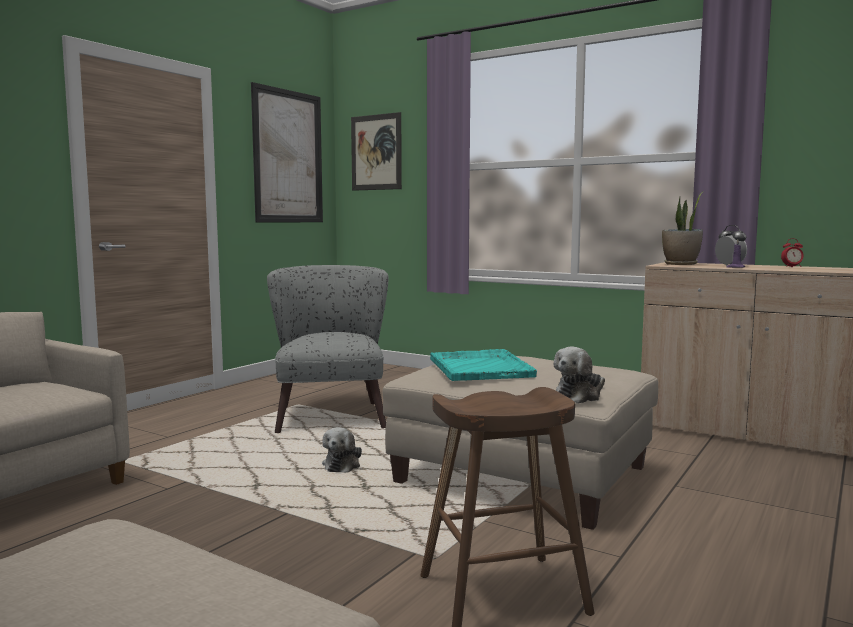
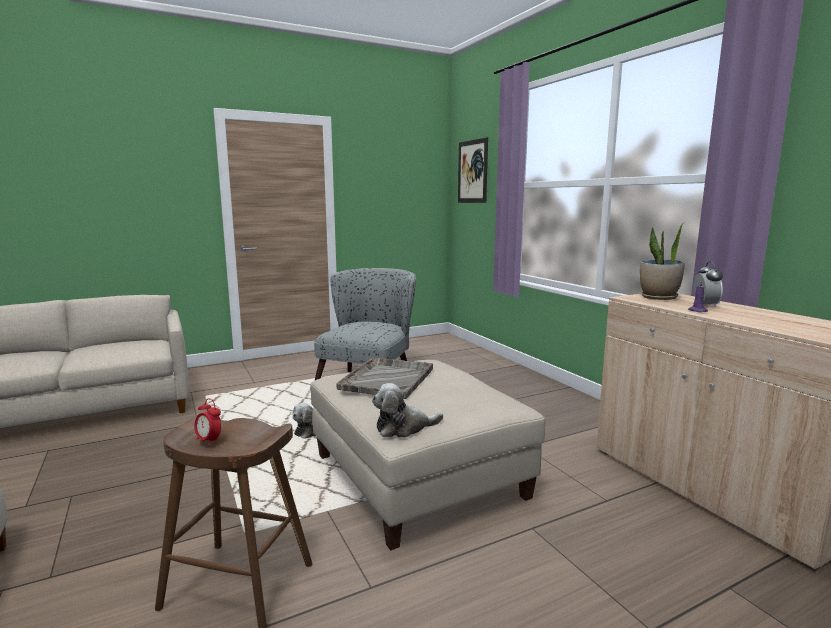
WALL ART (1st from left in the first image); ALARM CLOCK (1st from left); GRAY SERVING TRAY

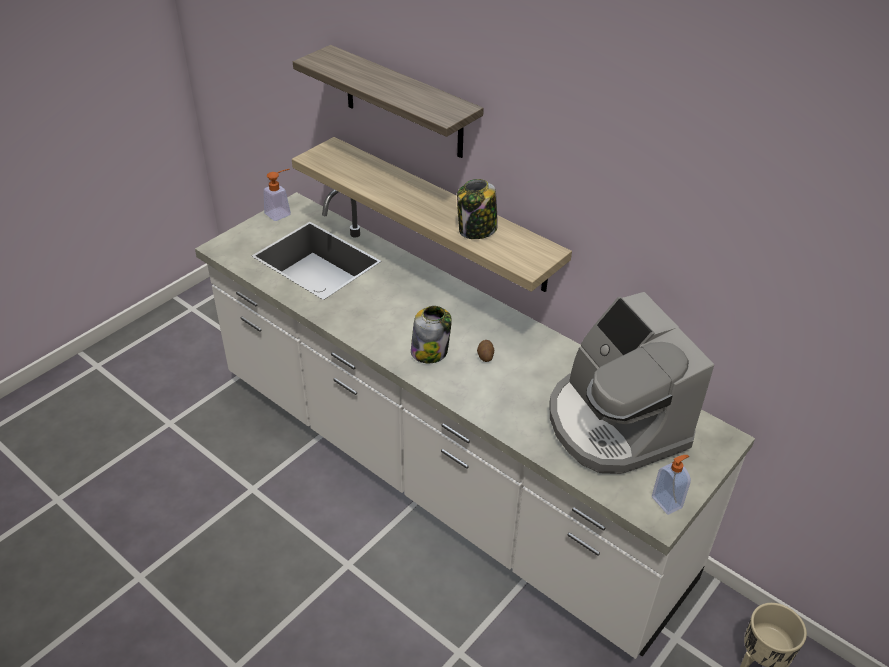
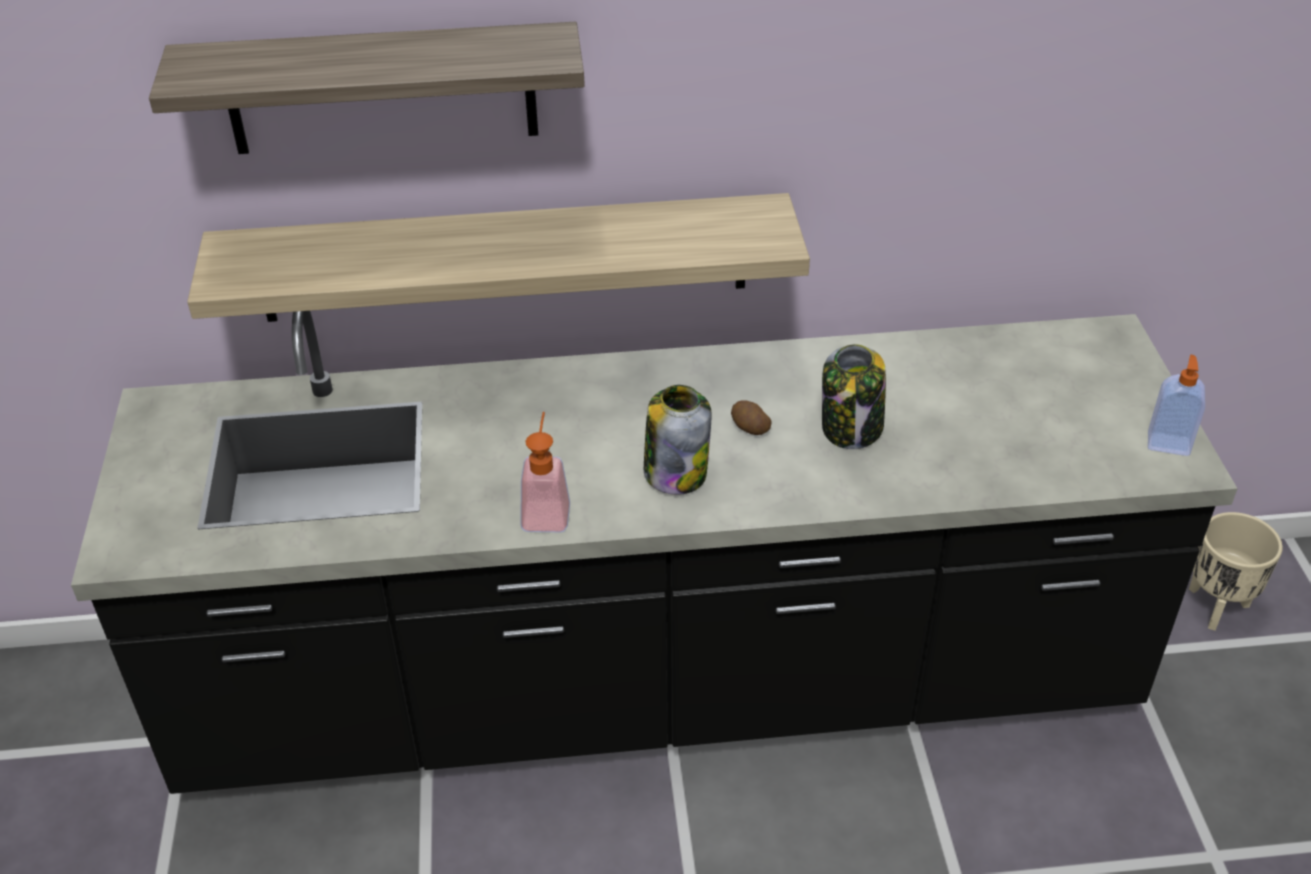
COFFEE MACHINE; SOAP DISPENSER (1st from left); JAR (2nd from left); BLACK KITCHEN BASE UNIT

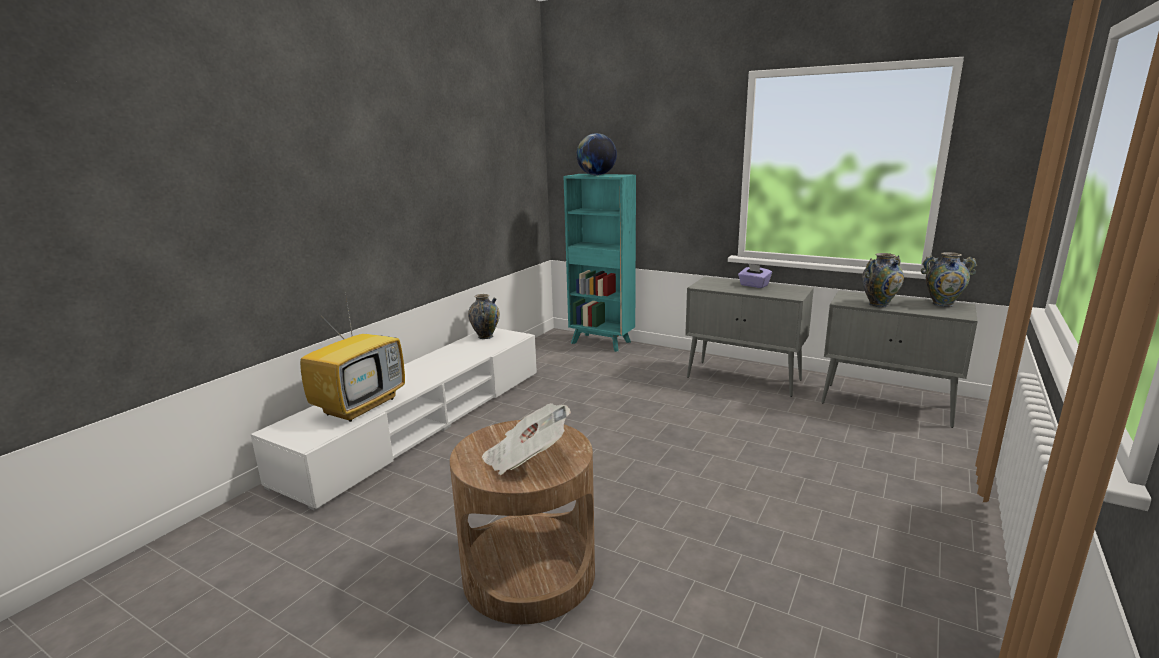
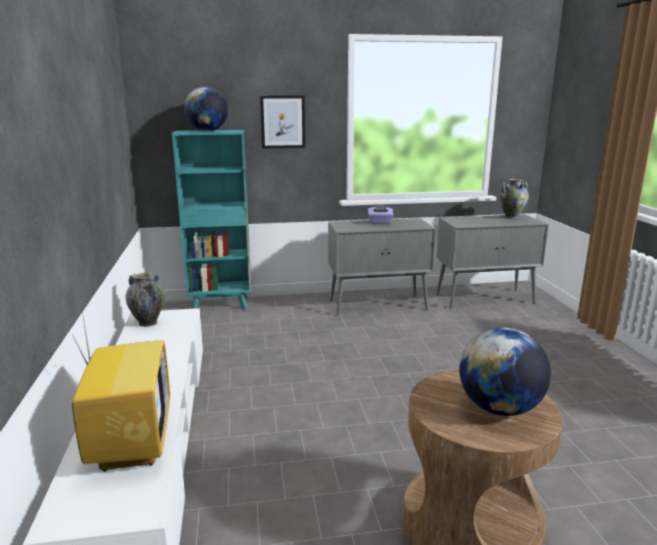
VASE (2nd from left in the first image); WALL ART; WORLD GLOBE (2nd from left)

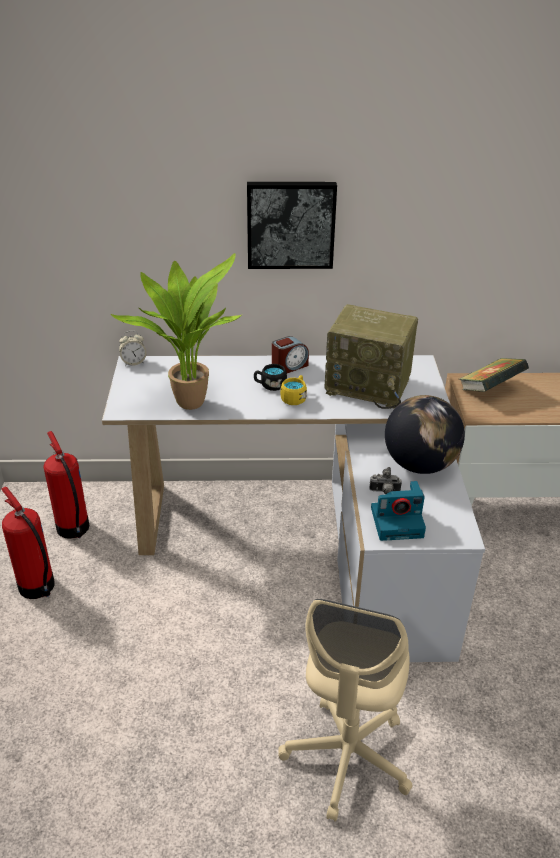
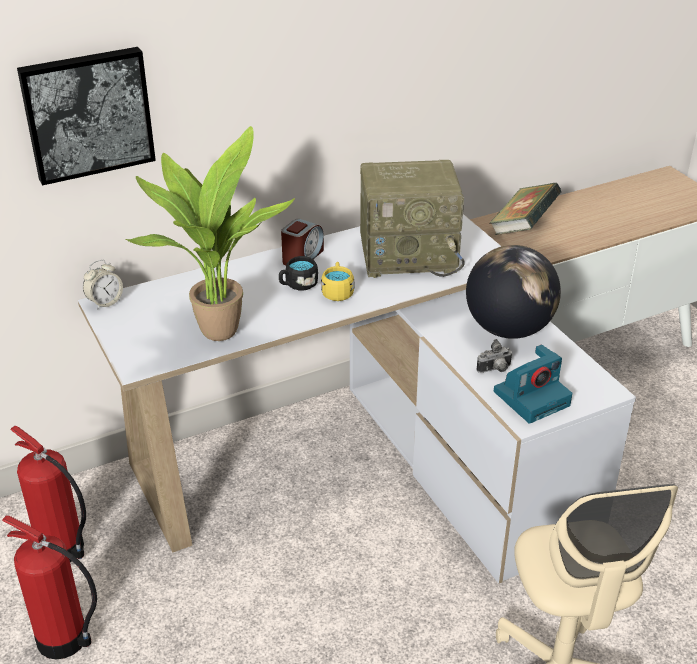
WALL ART

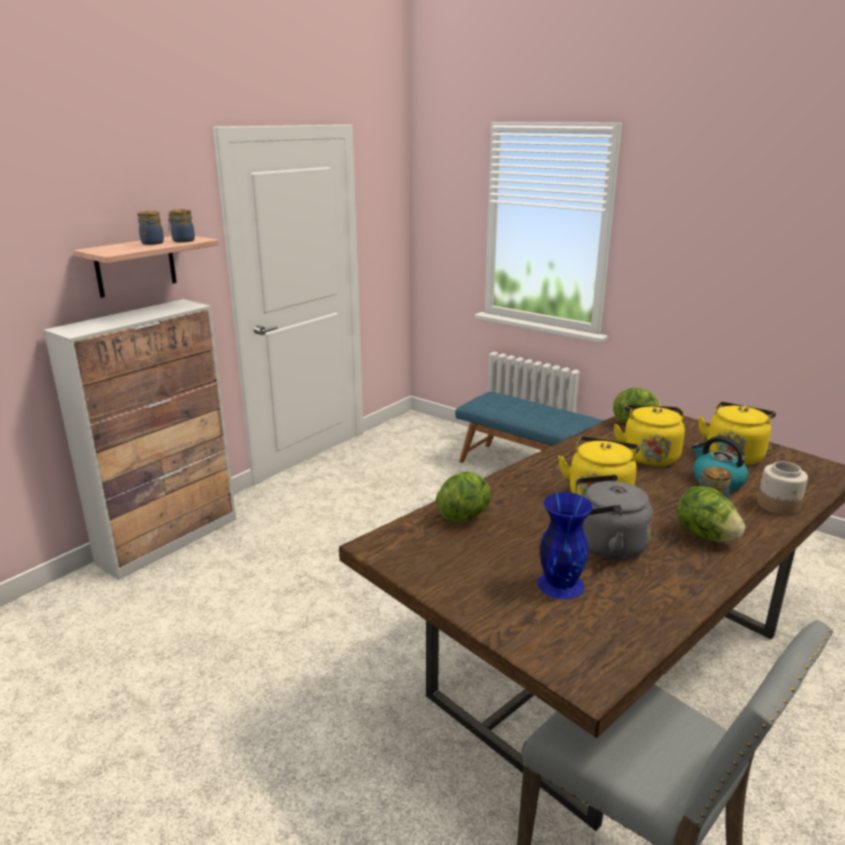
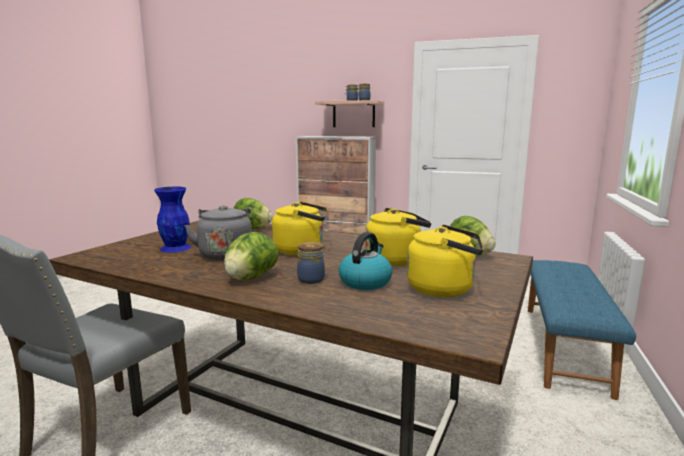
JAR (4th from left in the first image)

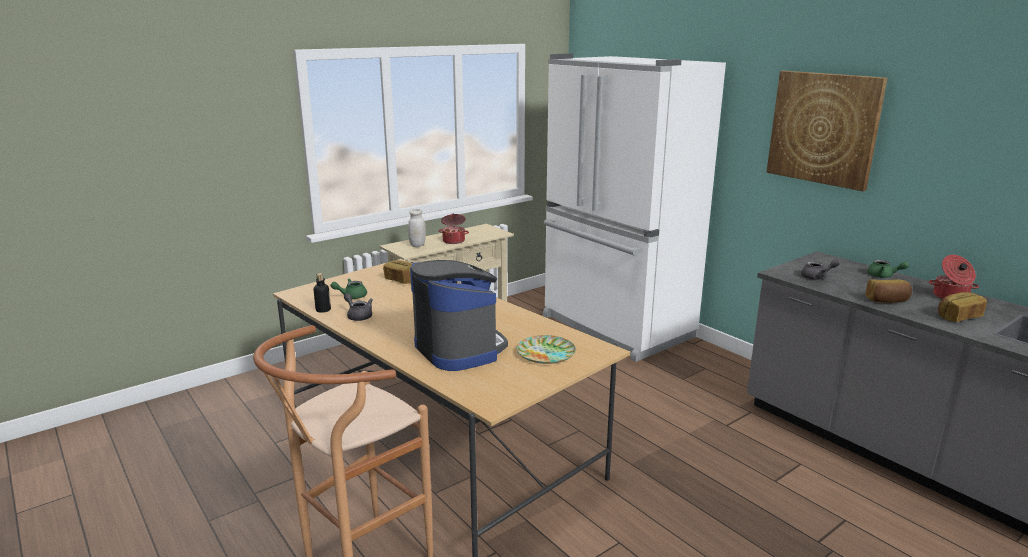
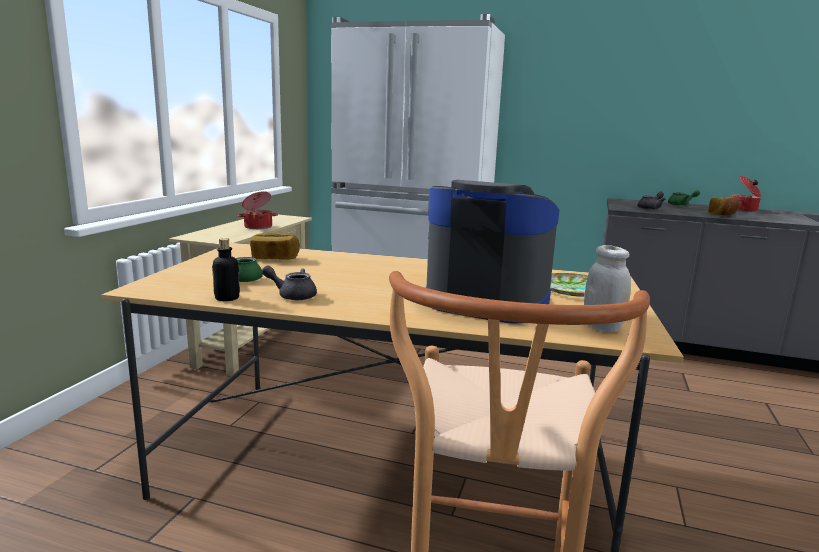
WALL ART; BREAD (3rd from left in the first image); WHITISH JAR

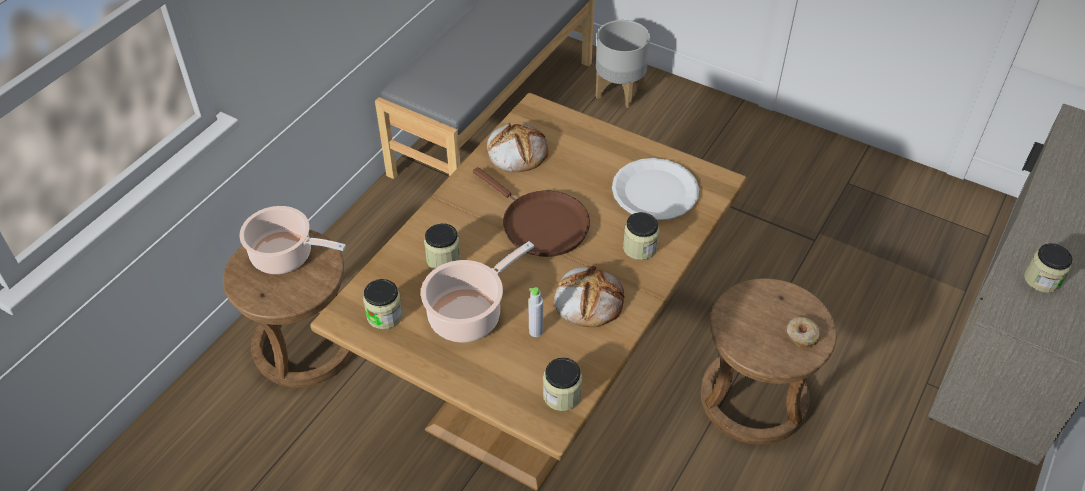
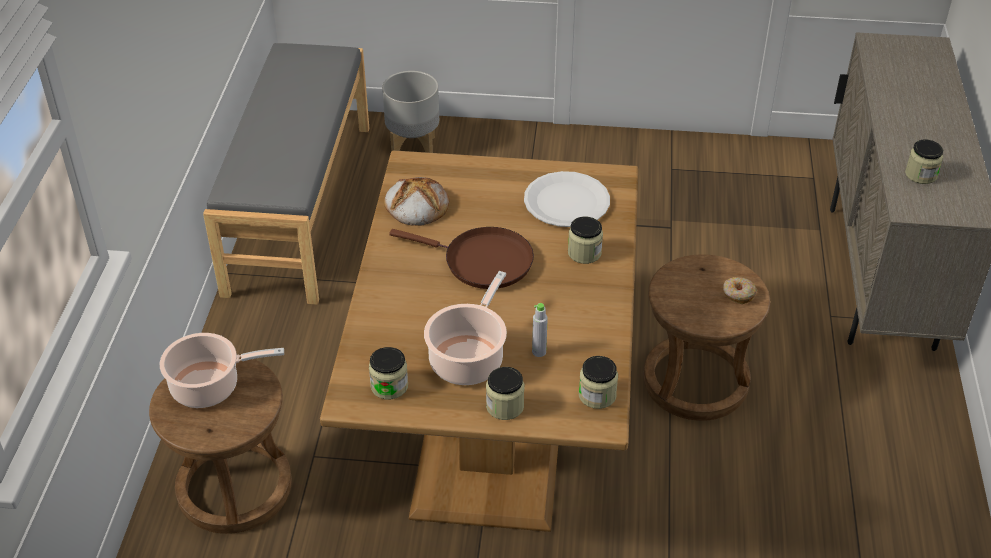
BREAD (2nd from left in the first image); JAR (2nd from left)

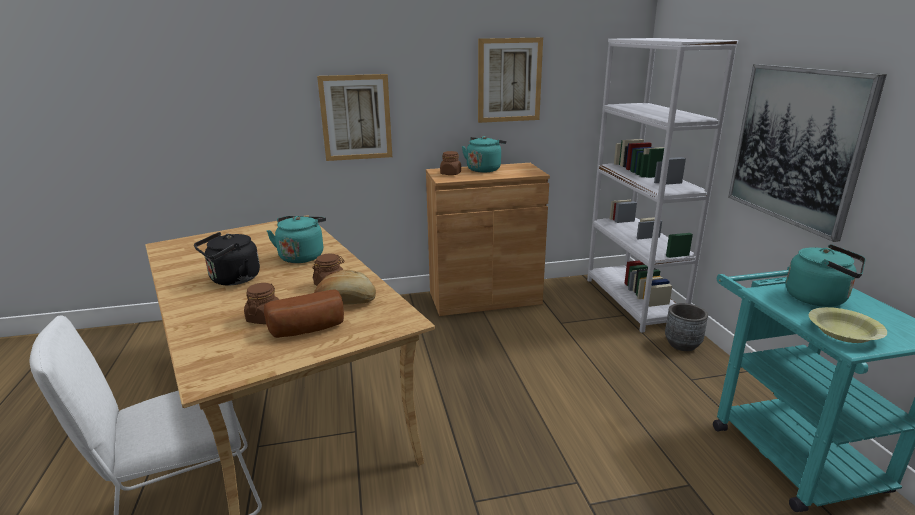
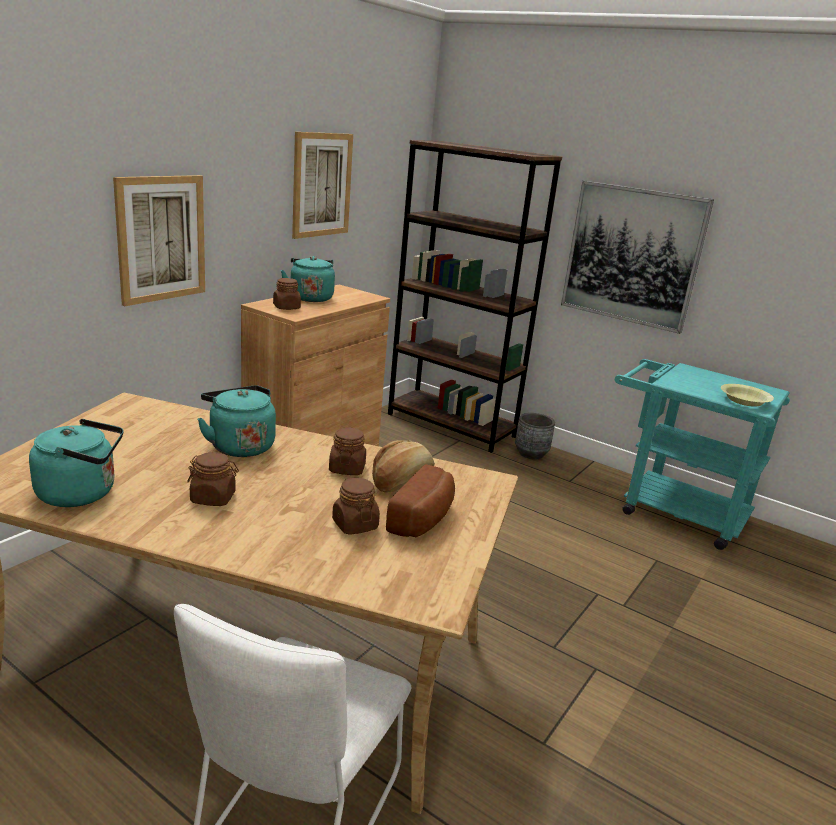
TURQUOISE-COLOURED TEA KETTLE (1st from left); BROWN JAR (1st from left); BROWN BOOKCASE

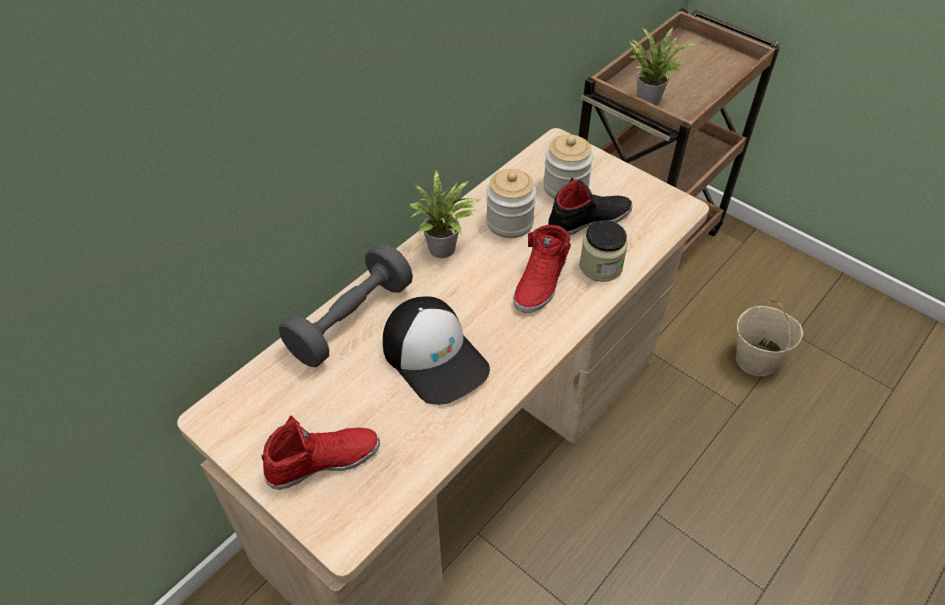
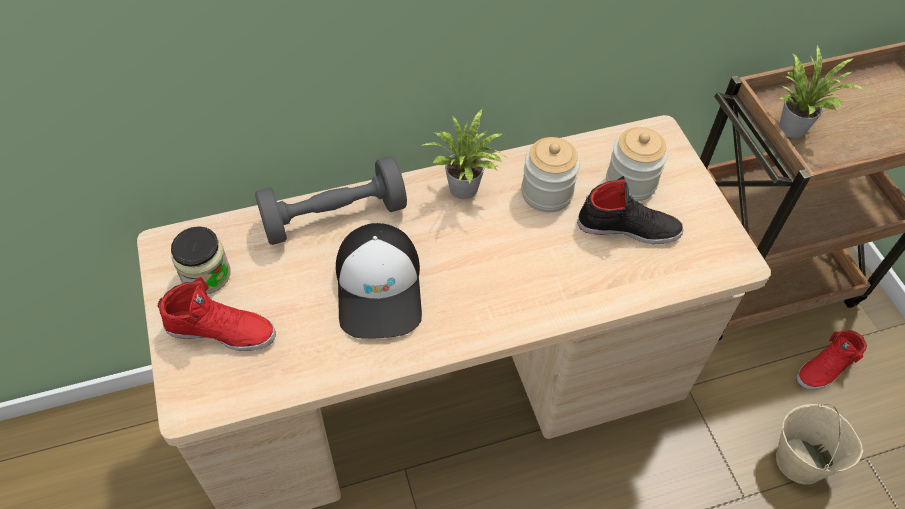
RED-COLOURED ITEM OF FOOTWEAR (2nd from left); JAR (1st from left)

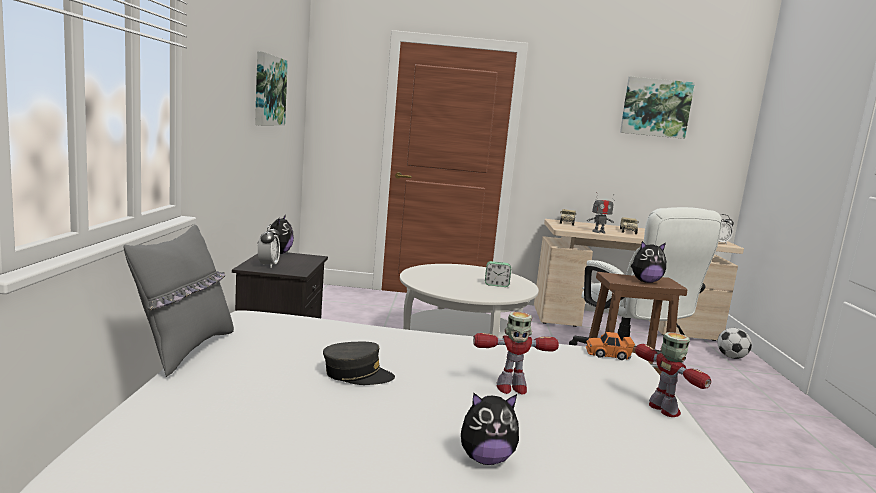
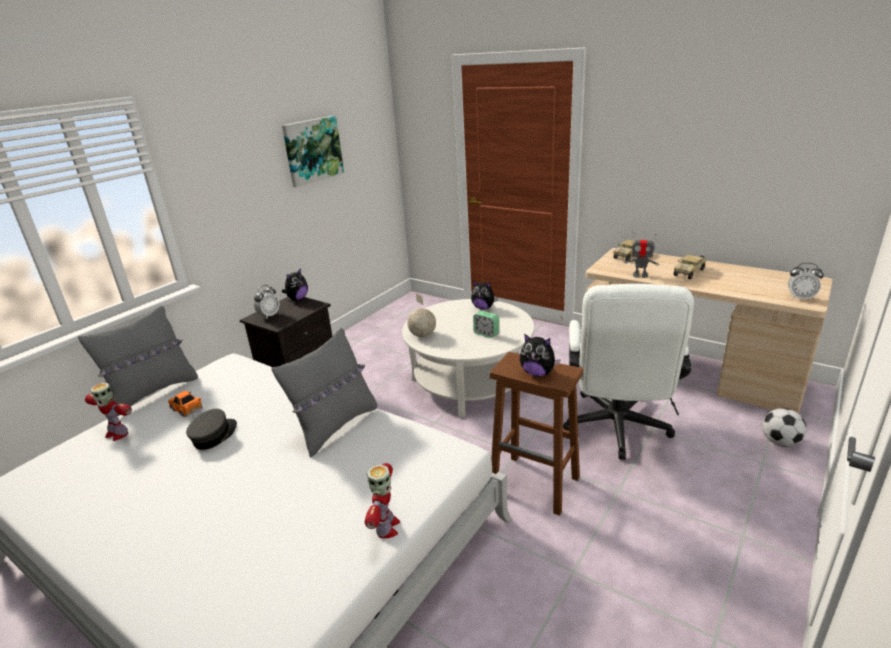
WALL ART (2nd from left in the first image); GRAY CUSHION (2nd from left); WORLD GLOBE; CUDDLY TOY (2nd from left); MODEL ROBOT (1st from left); ORANGE-COLOURED MODEL CAR; GRAY CAP

